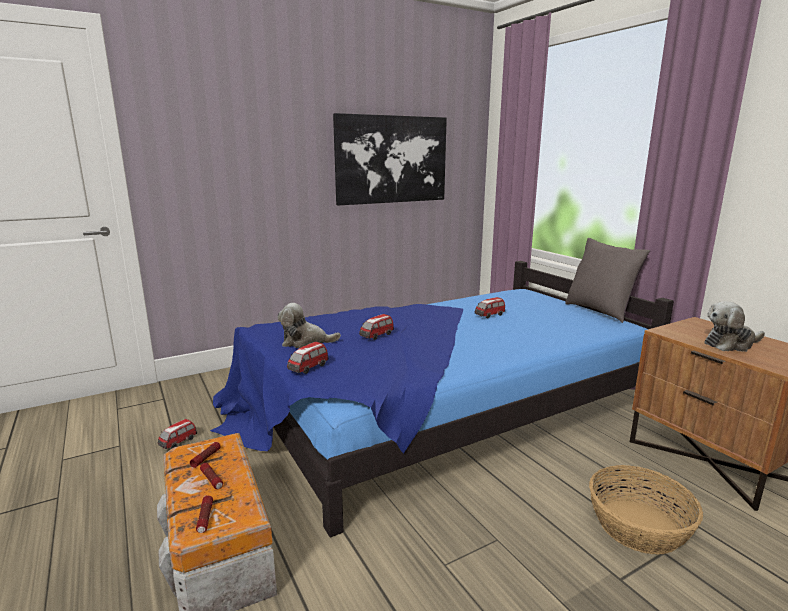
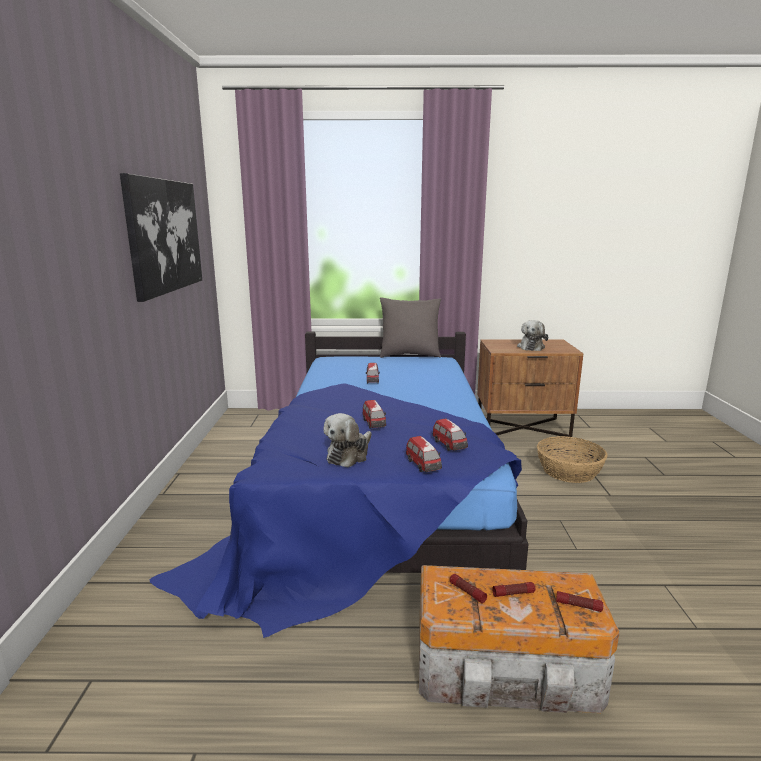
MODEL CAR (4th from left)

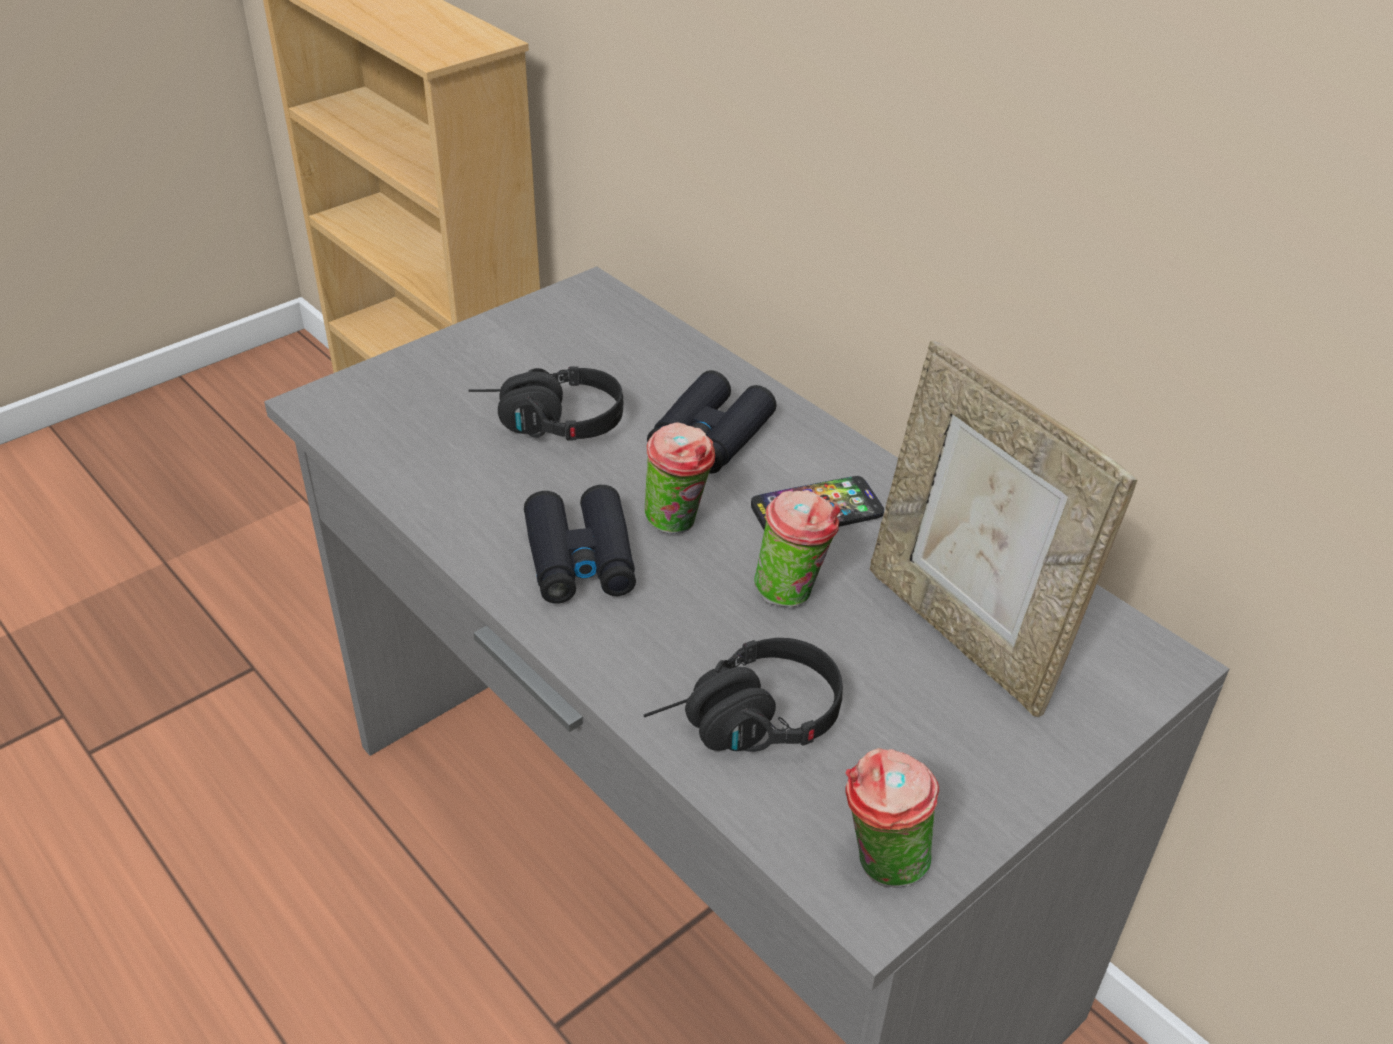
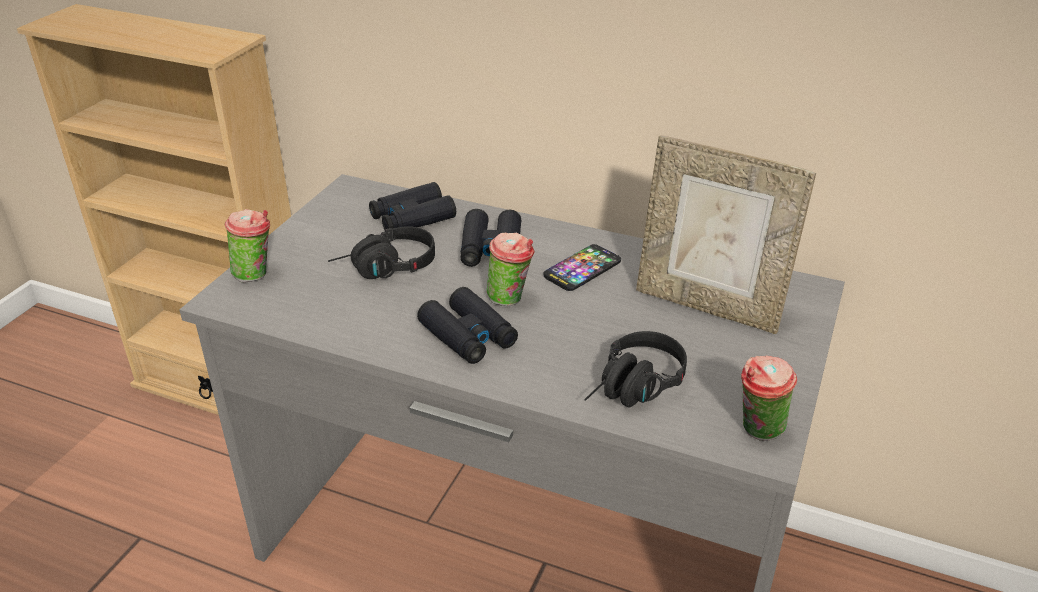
BLACK FIELD GLASSES (1st from left); DRINKING CUP (1st from left)

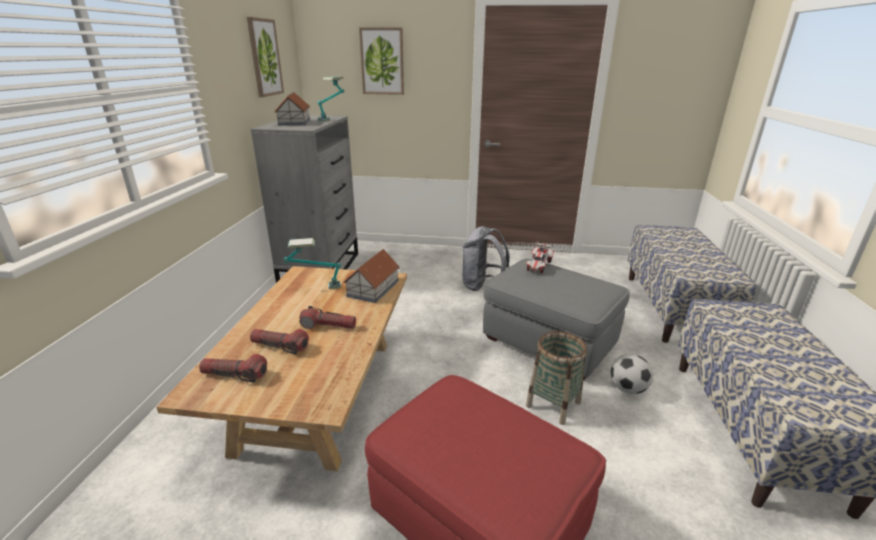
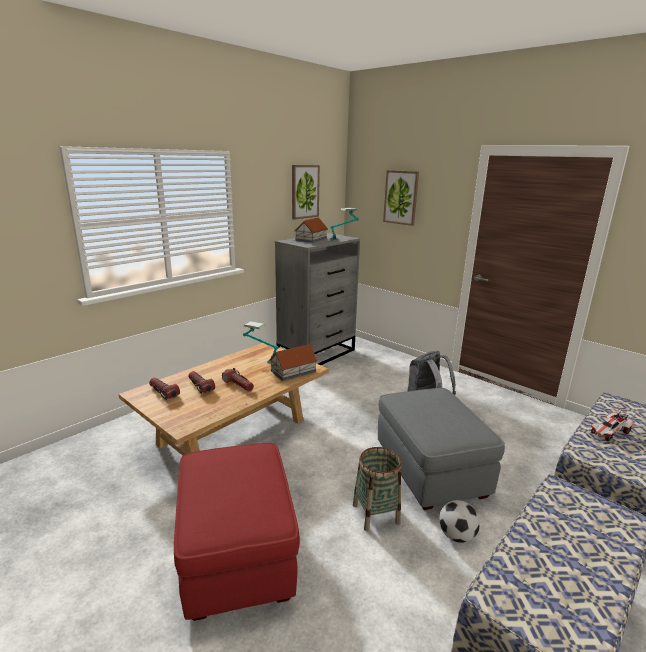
MODEL CAR

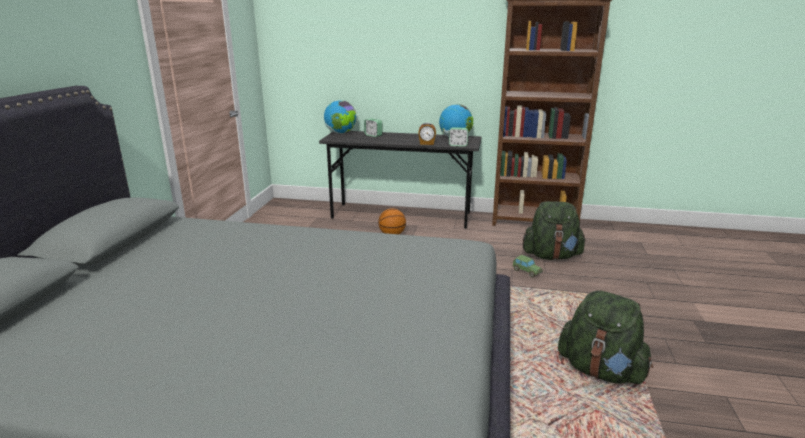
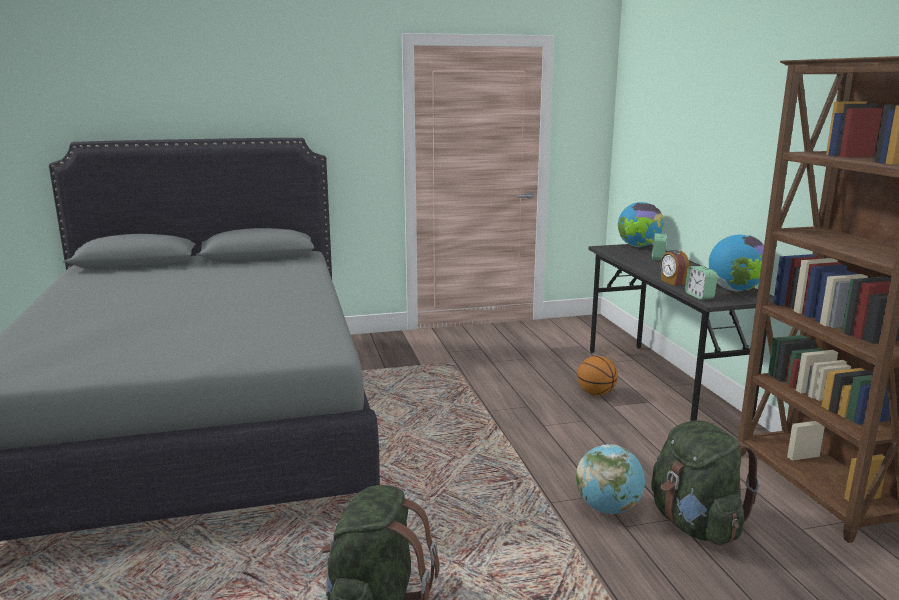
WORLD GLOBE (1st from left)

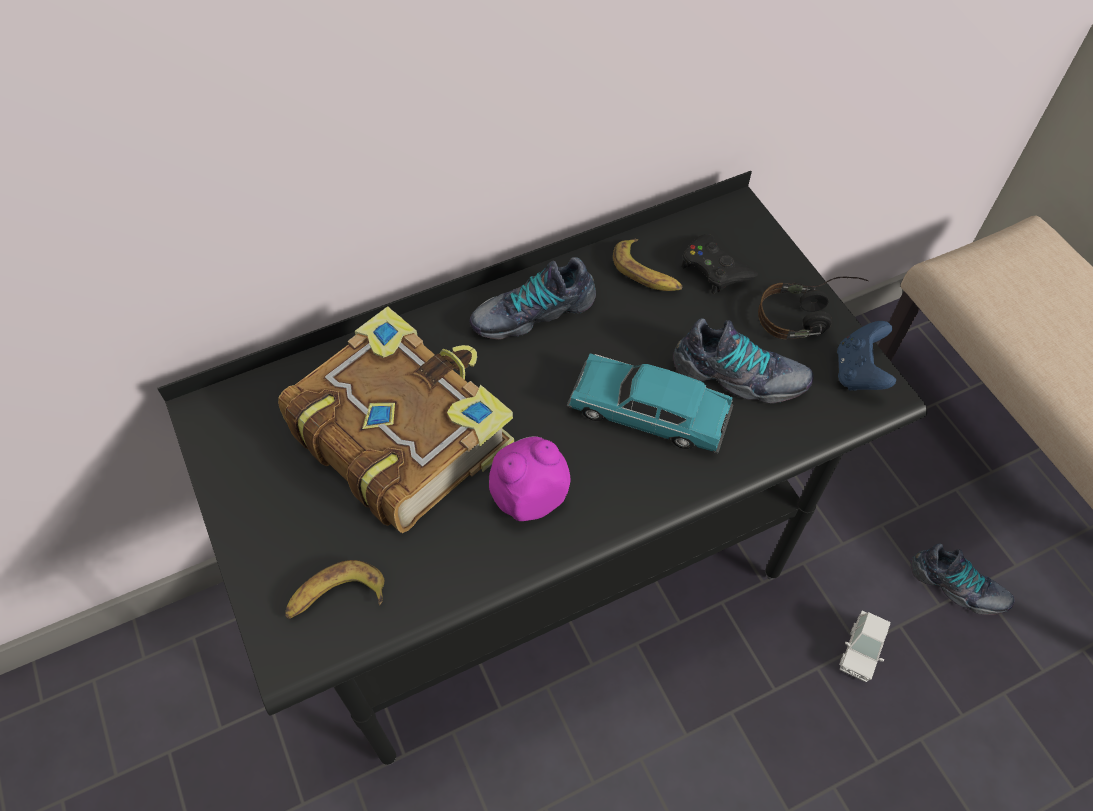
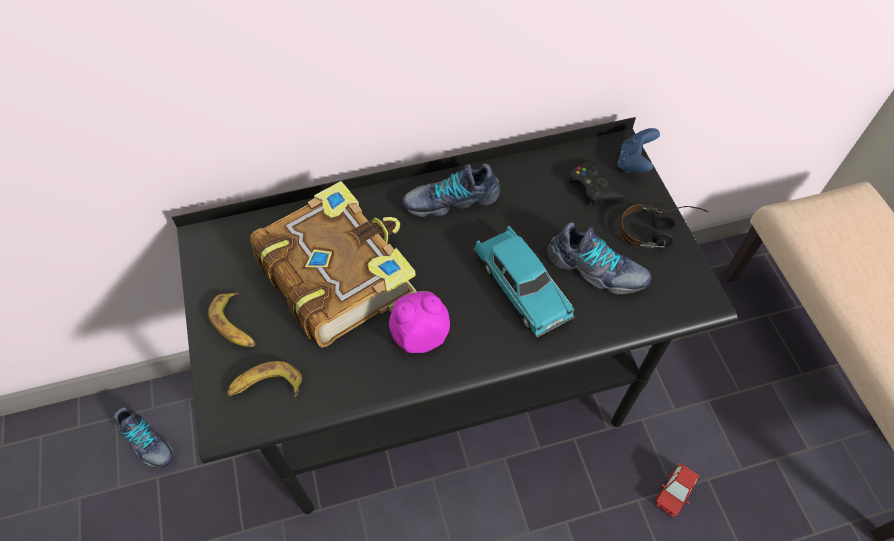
WHOLE BANANA (1st from left); BLUISH JOYPAD; ITEM OF FOOTWEAR (1st from left); RED-COLOURED MODEL CAR; TURQUOISE-COLOURED MODEL CAR

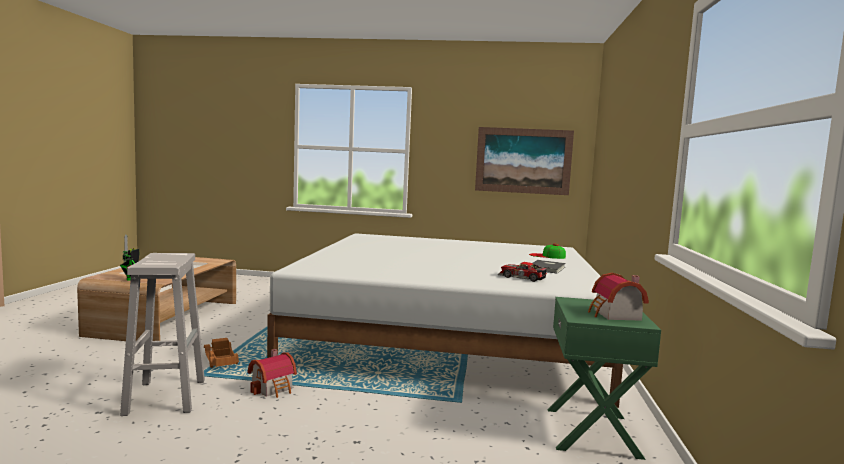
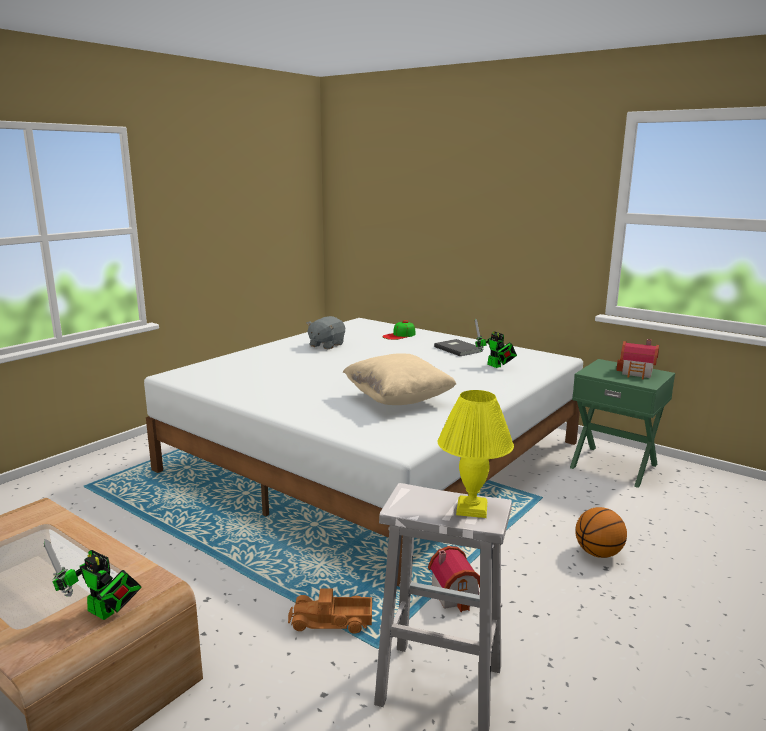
WALL ART; GRAY CUDDLY TOY; SAND-COLOURED CUSHION; YELLOW-COLOURED LAMP FOR A TABLE; BASKETBALL BALL; MODEL ROBOT (2nd from left)

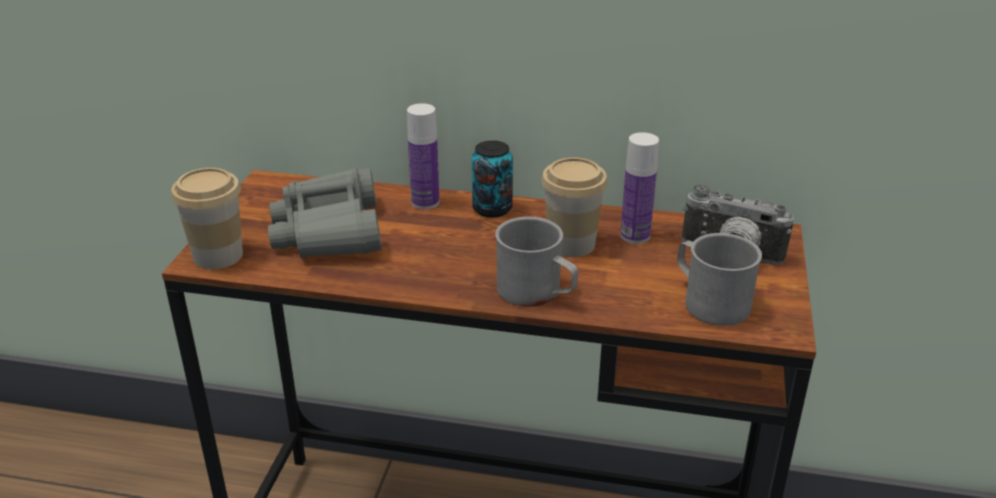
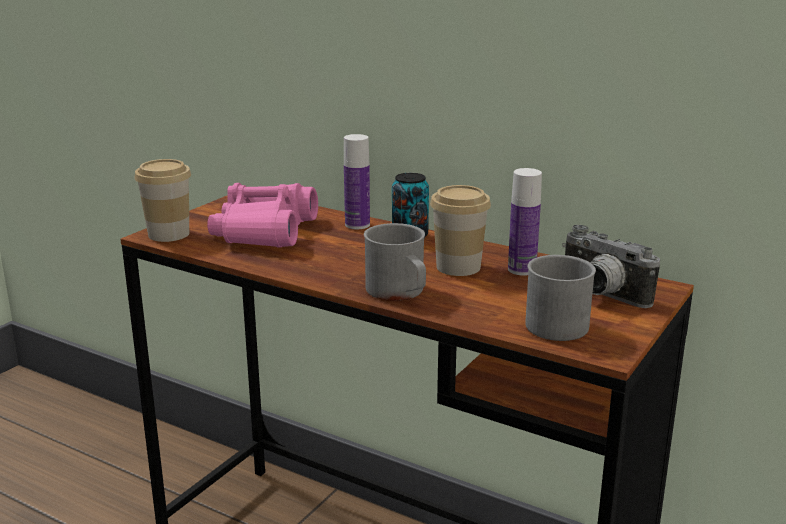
PINK FIELD GLASSES

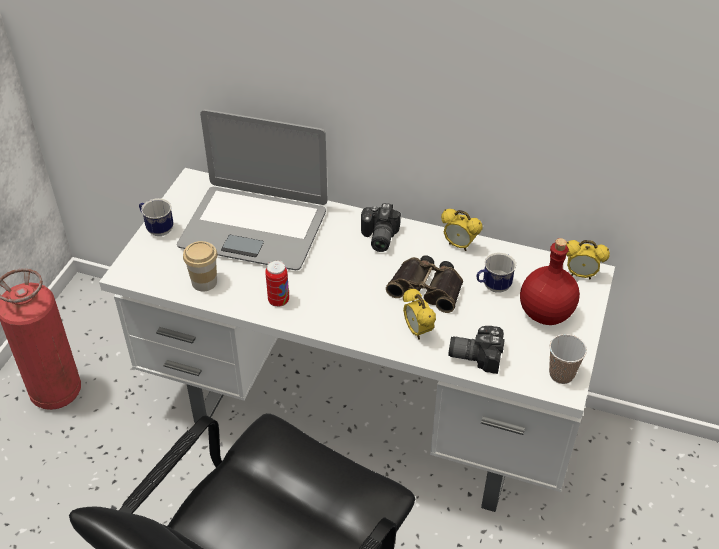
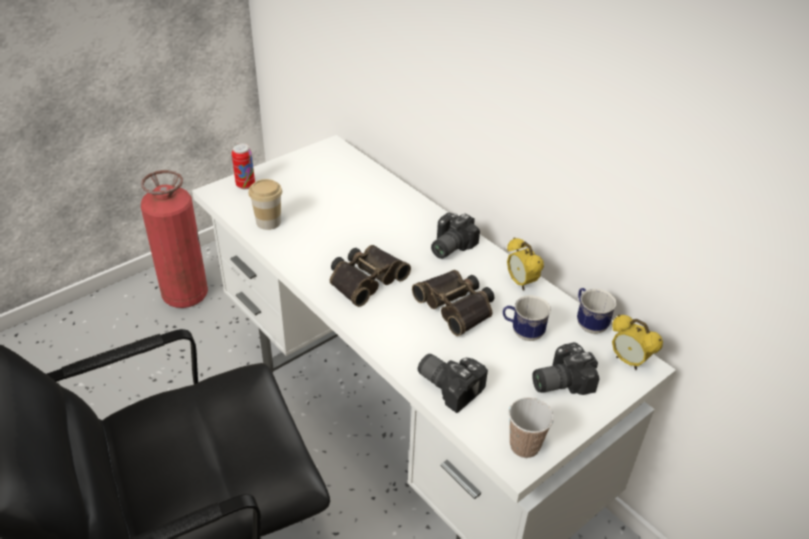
LAPTOP; ALARM CLOCK (1st from left in the first image); FIELD GLASSES (1st from left); MUG (2nd from left); CAN; STILL CAMERA (3rd from left)

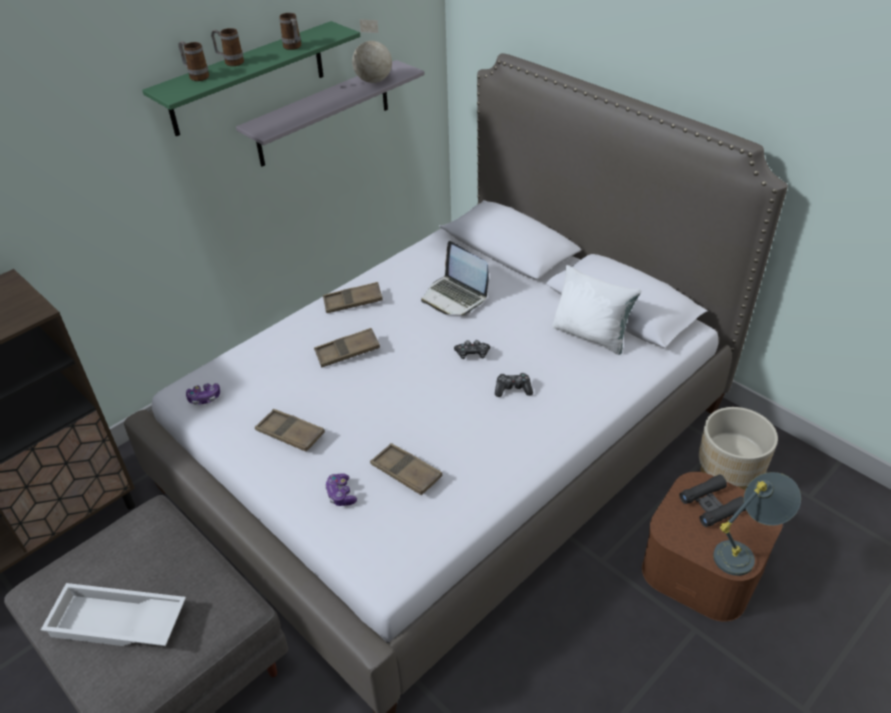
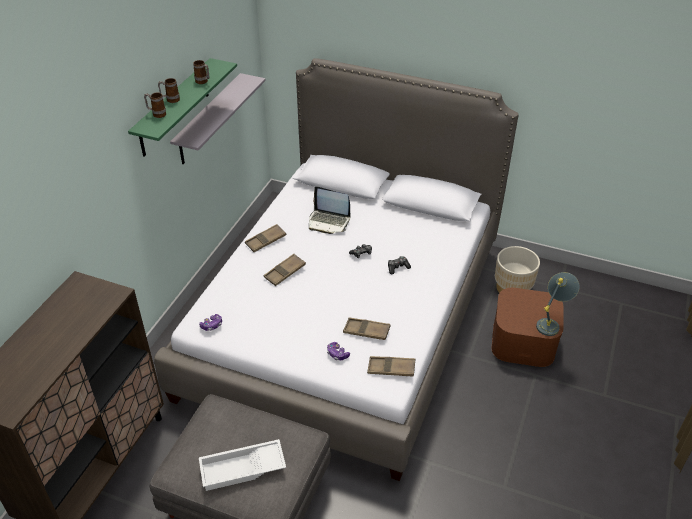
WORLD GLOBE; WHITISH CUSHION; BLACK FIELD GLASSES; BROWN SERVING TRAY (4th from left)

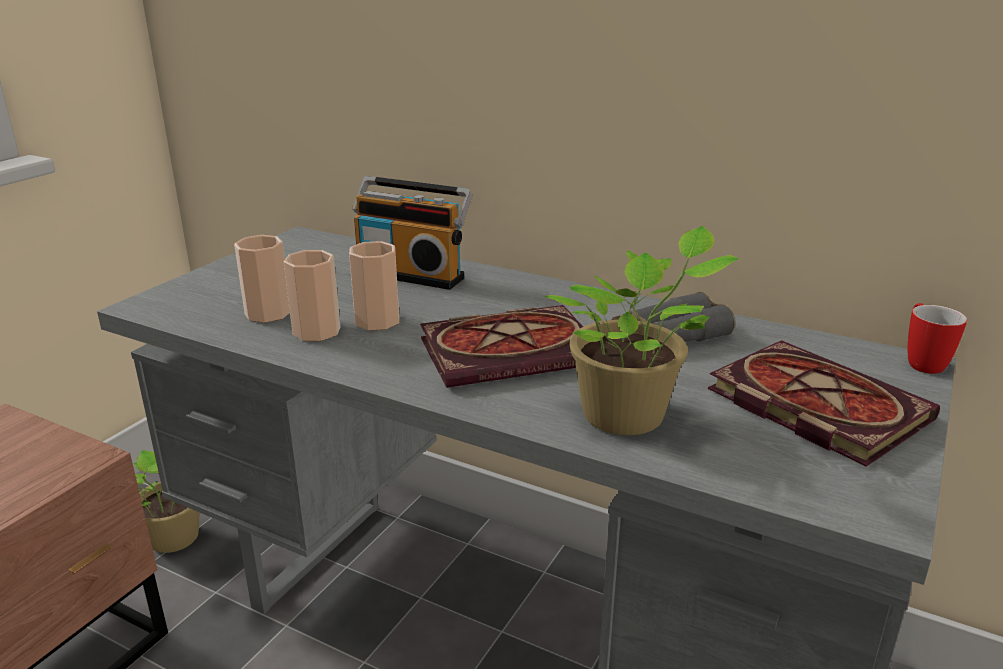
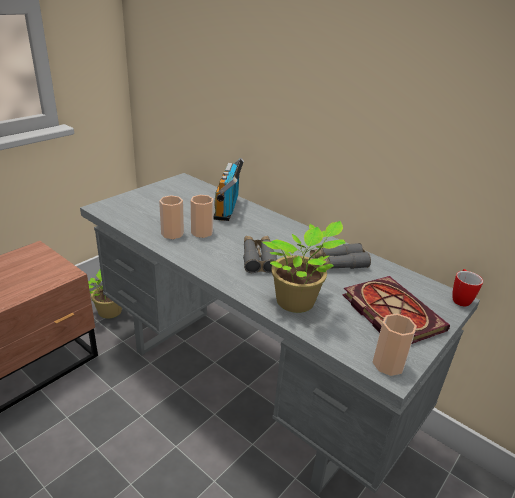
DRINKING CUP (3rd from left); GRAY FIELD GLASSES (1st from left); RADIO SET

